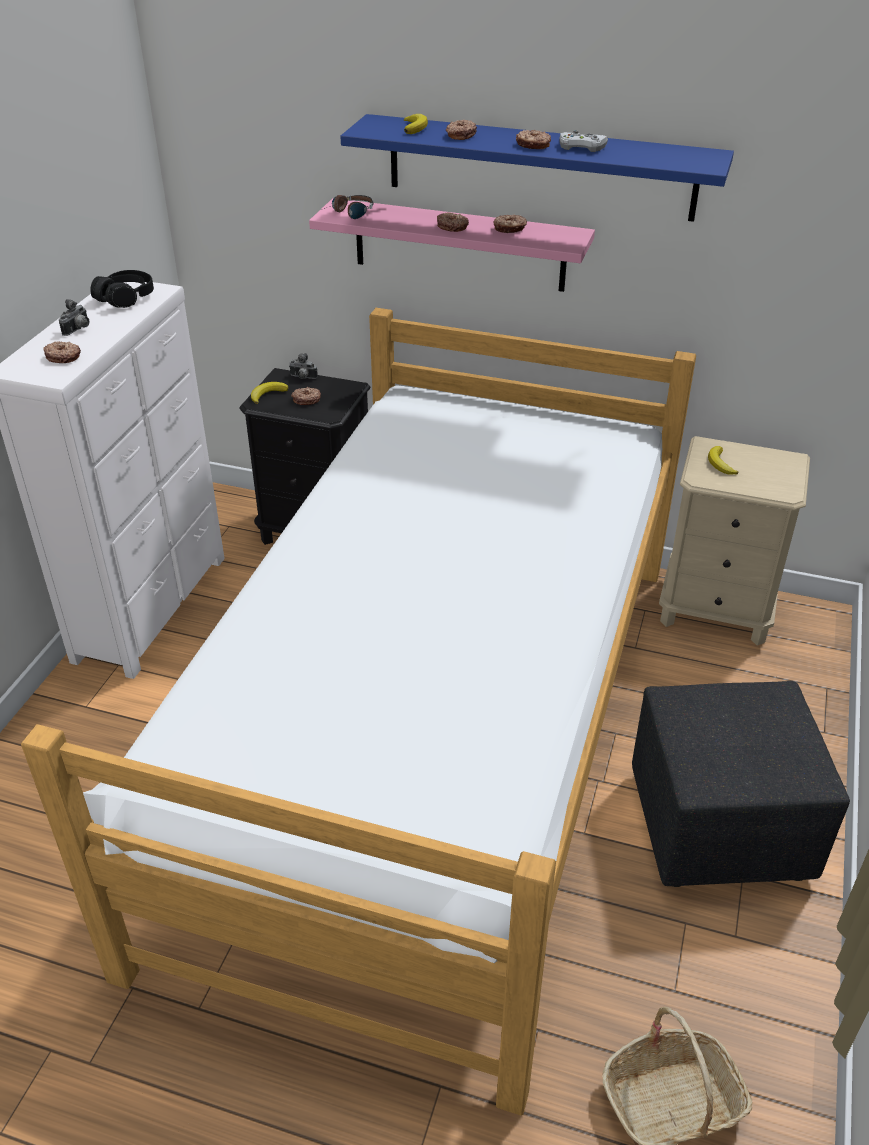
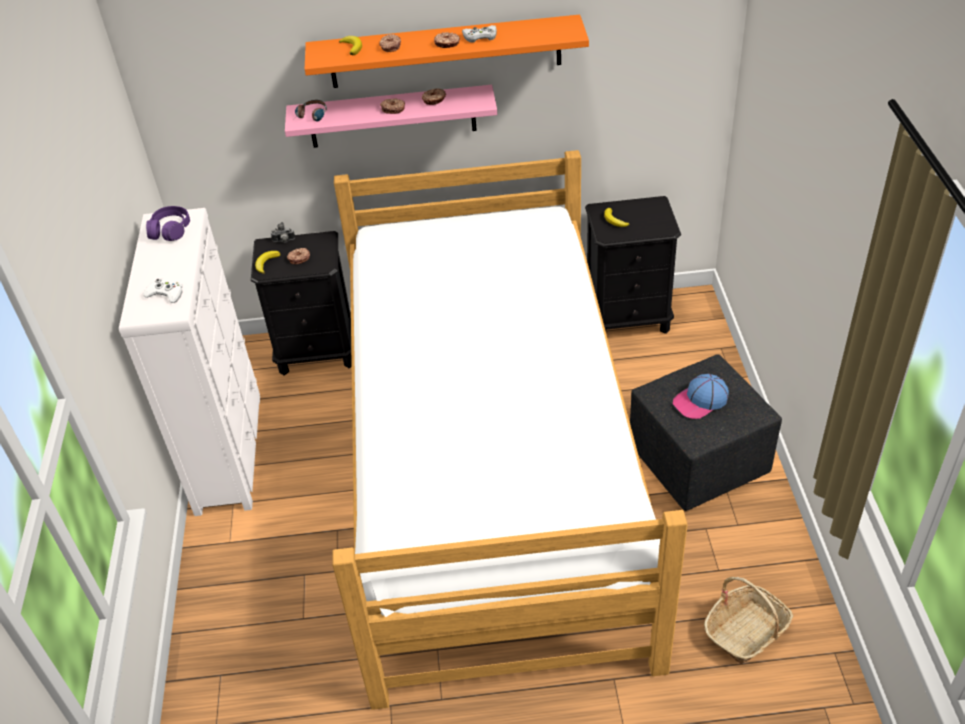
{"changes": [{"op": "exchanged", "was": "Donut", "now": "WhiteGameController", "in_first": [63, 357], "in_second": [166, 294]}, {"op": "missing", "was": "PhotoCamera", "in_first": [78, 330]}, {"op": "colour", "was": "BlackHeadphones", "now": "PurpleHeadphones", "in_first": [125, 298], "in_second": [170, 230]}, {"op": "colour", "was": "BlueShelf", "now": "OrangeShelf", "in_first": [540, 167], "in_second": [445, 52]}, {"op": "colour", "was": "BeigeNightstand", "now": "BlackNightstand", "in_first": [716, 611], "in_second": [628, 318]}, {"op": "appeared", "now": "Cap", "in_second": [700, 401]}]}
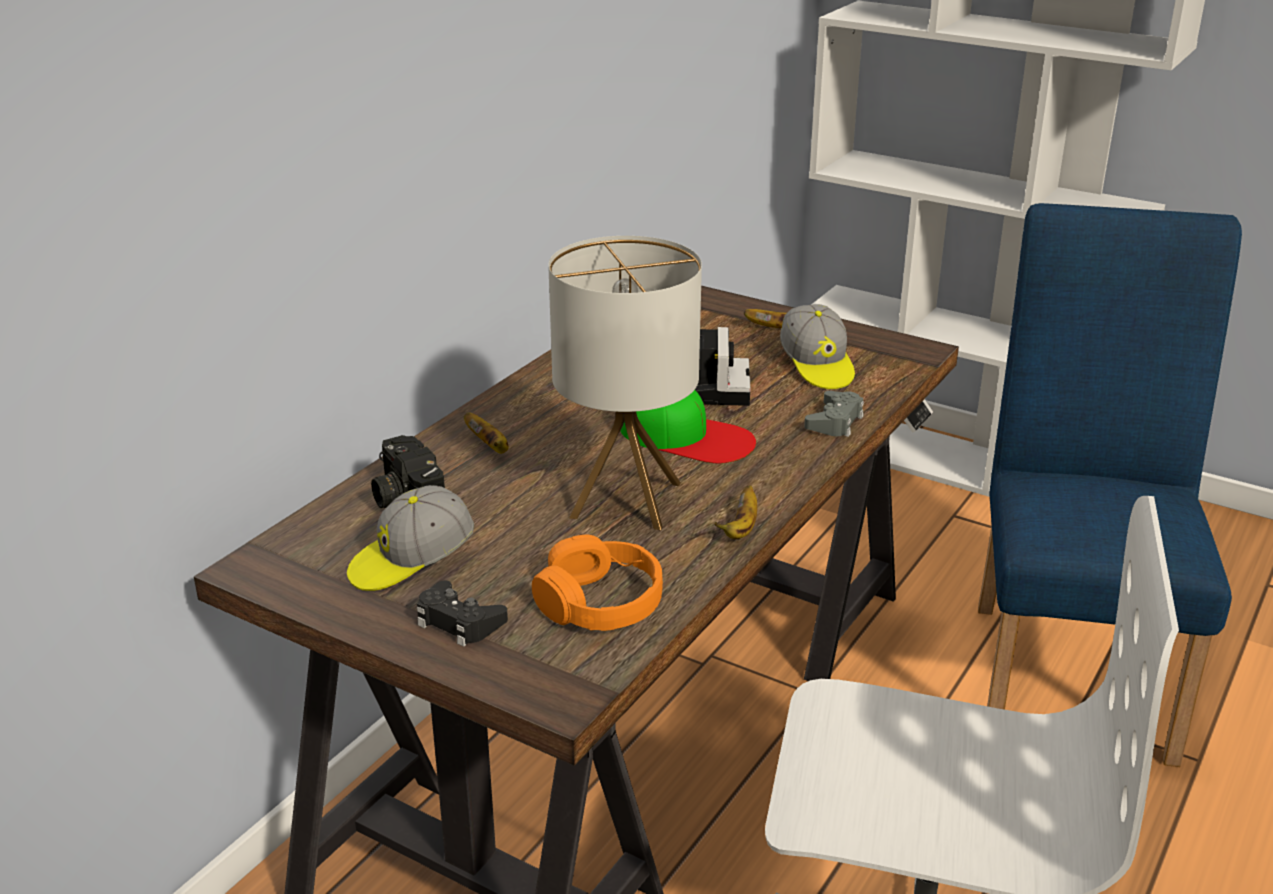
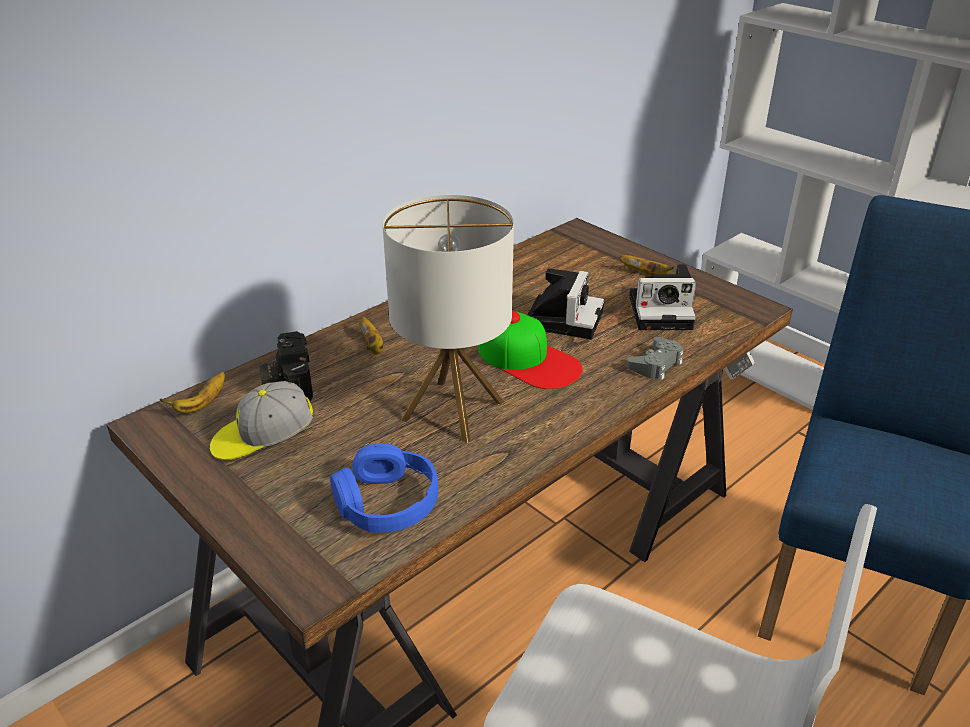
{"changes": [{"op": "missing", "was": "BlackGameController", "in_first": [459, 622]}, {"op": "colour", "was": "OrangeHeadphones", "now": "BlueHeadphones", "in_first": [600, 603], "in_second": [386, 503]}, {"op": "relocated", "was": "Banana", "in_first": [741, 528], "in_second": [201, 404]}, {"op": "exchanged", "was": "Cap", "now": "PhotoCamera", "in_first": [817, 366], "in_second": [663, 311]}]}
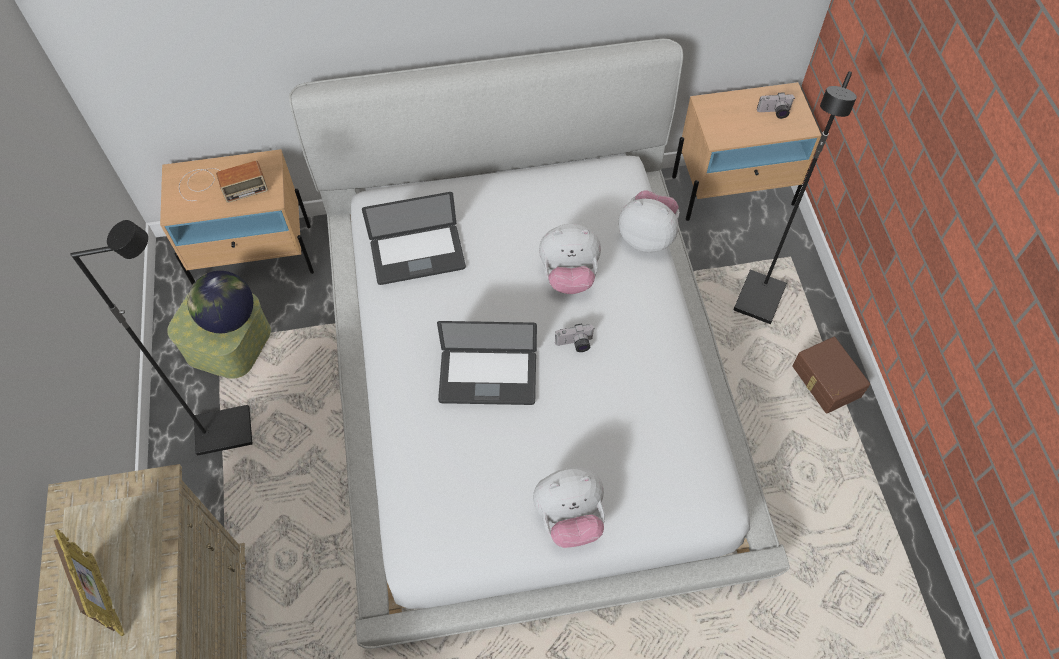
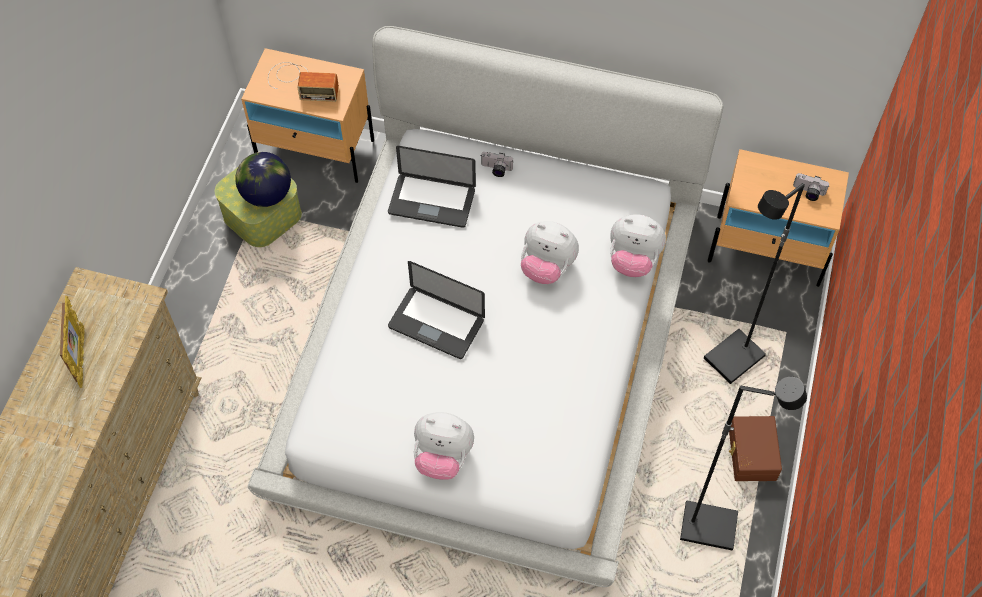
{"changes": [{"op": "relocated", "was": "BlackFloorLamp", "in_first": [225, 430], "in_second": [709, 525]}, {"op": "relocated", "was": "PhotoCamera", "in_first": [575, 344], "in_second": [496, 170]}, {"op": "spun", "was": "PlushToy", "in_first": [647, 237], "in_second": [633, 260], "clockwise": 150}]}
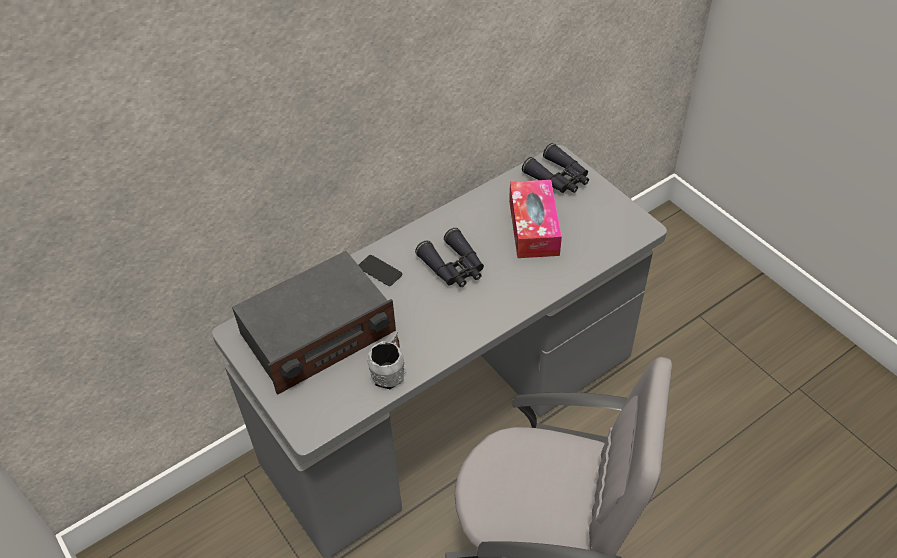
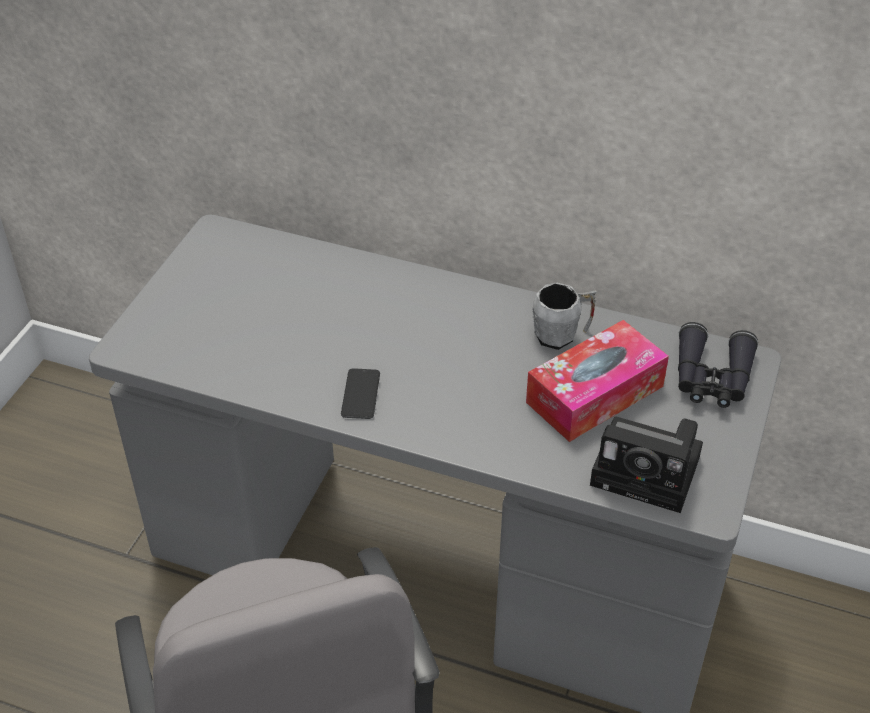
{"changes": [{"op": "missing", "was": "Radio", "in_first": [318, 334]}, {"op": "relocated", "was": "Phone", "in_first": [380, 271], "in_second": [360, 394]}, {"op": "relocated", "was": "GreyMug", "in_first": [390, 373], "in_second": [561, 335]}, {"op": "missing", "was": "BlackBinoculars", "in_first": [453, 267]}, {"op": "appeared", "now": "PhotoCamera", "in_second": [650, 472]}]}
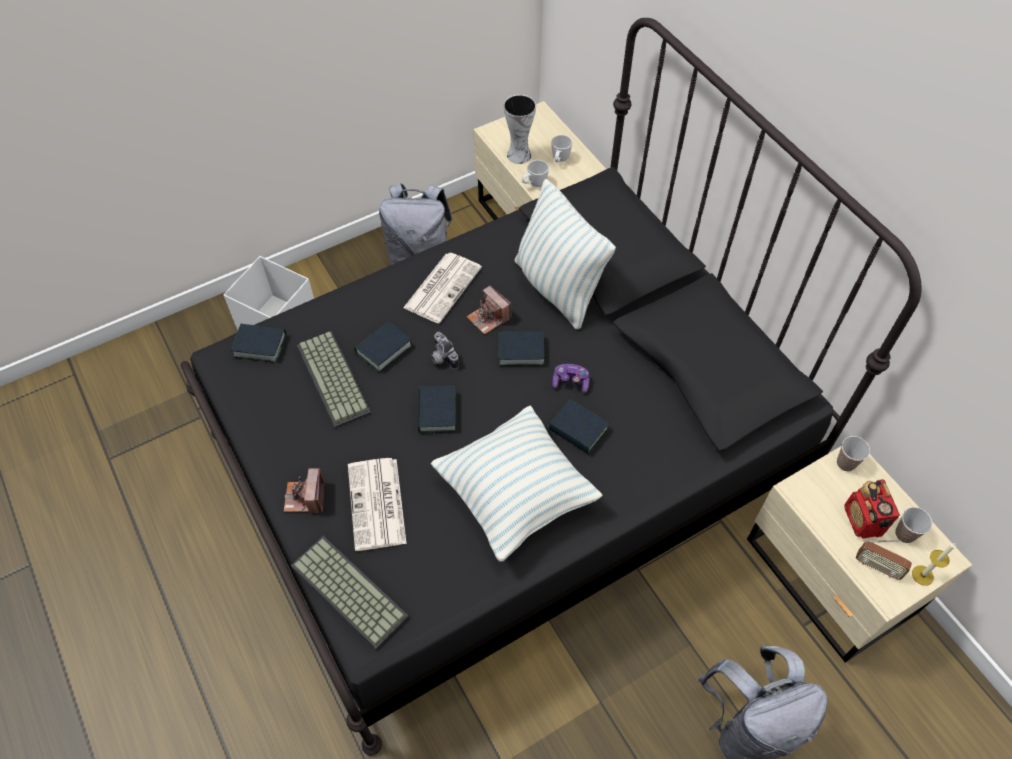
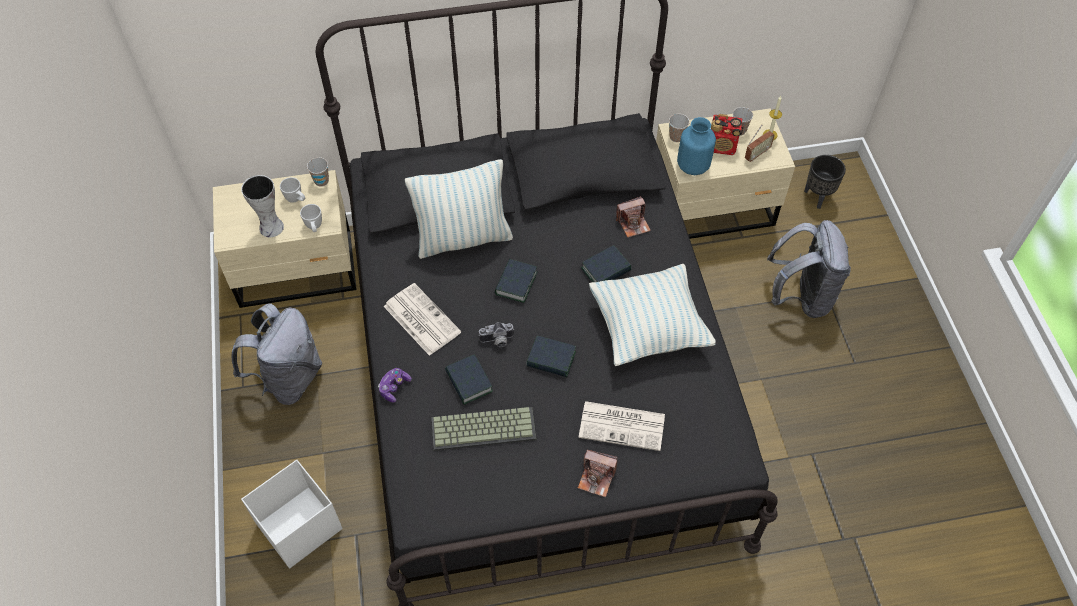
{"changes": [{"op": "missing", "was": "Book", "in_first": [260, 346]}, {"op": "missing", "was": "Keyboard", "in_first": [346, 592]}, {"op": "relocated", "was": "PhotoCamera", "in_first": [489, 318], "in_second": [633, 223]}, {"op": "relocated", "was": "GameController", "in_first": [570, 382], "in_second": [394, 387]}, {"op": "appeared", "now": "Cup", "in_second": [321, 181]}, {"op": "appeared", "now": "BlueVase", "in_second": [693, 166]}, {"op": "appeared", "now": "BlackPlanter", "in_second": [818, 197]}]}
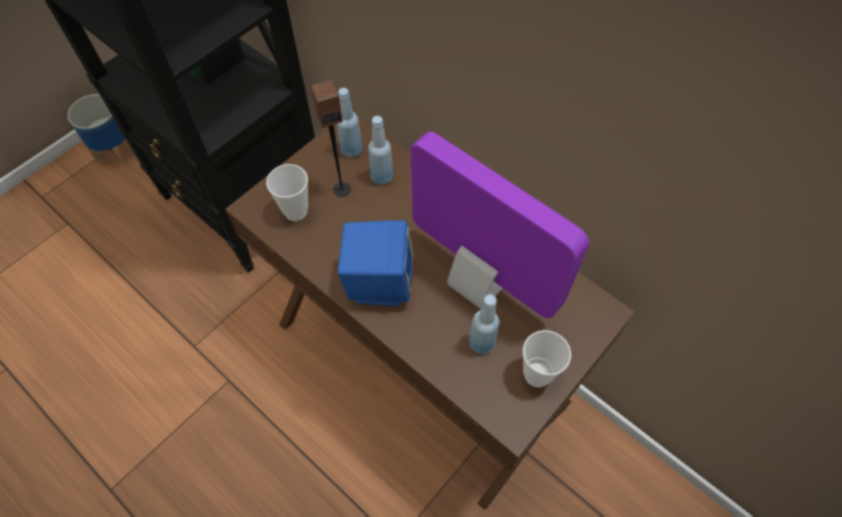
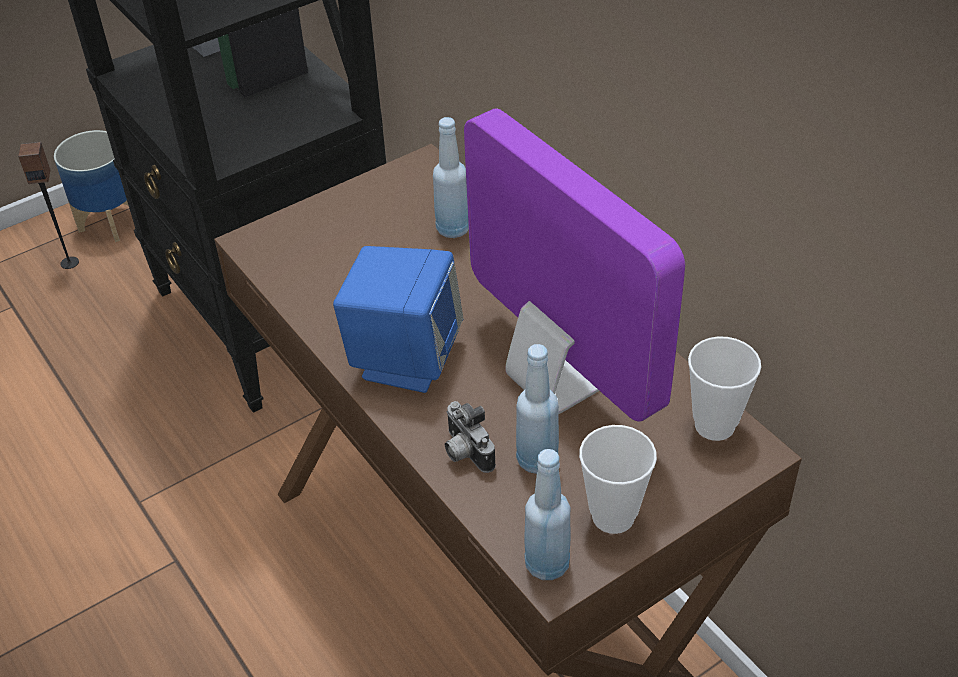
{"changes": [{"op": "relocated", "was": "Cup", "in_first": [296, 211], "in_second": [714, 425]}, {"op": "relocated", "was": "Speaker", "in_first": [341, 189], "in_second": [69, 262]}, {"op": "relocated", "was": "BlueBottle", "in_first": [351, 150], "in_second": [546, 564]}, {"op": "appeared", "now": "PhotoCamera", "in_second": [465, 453]}]}
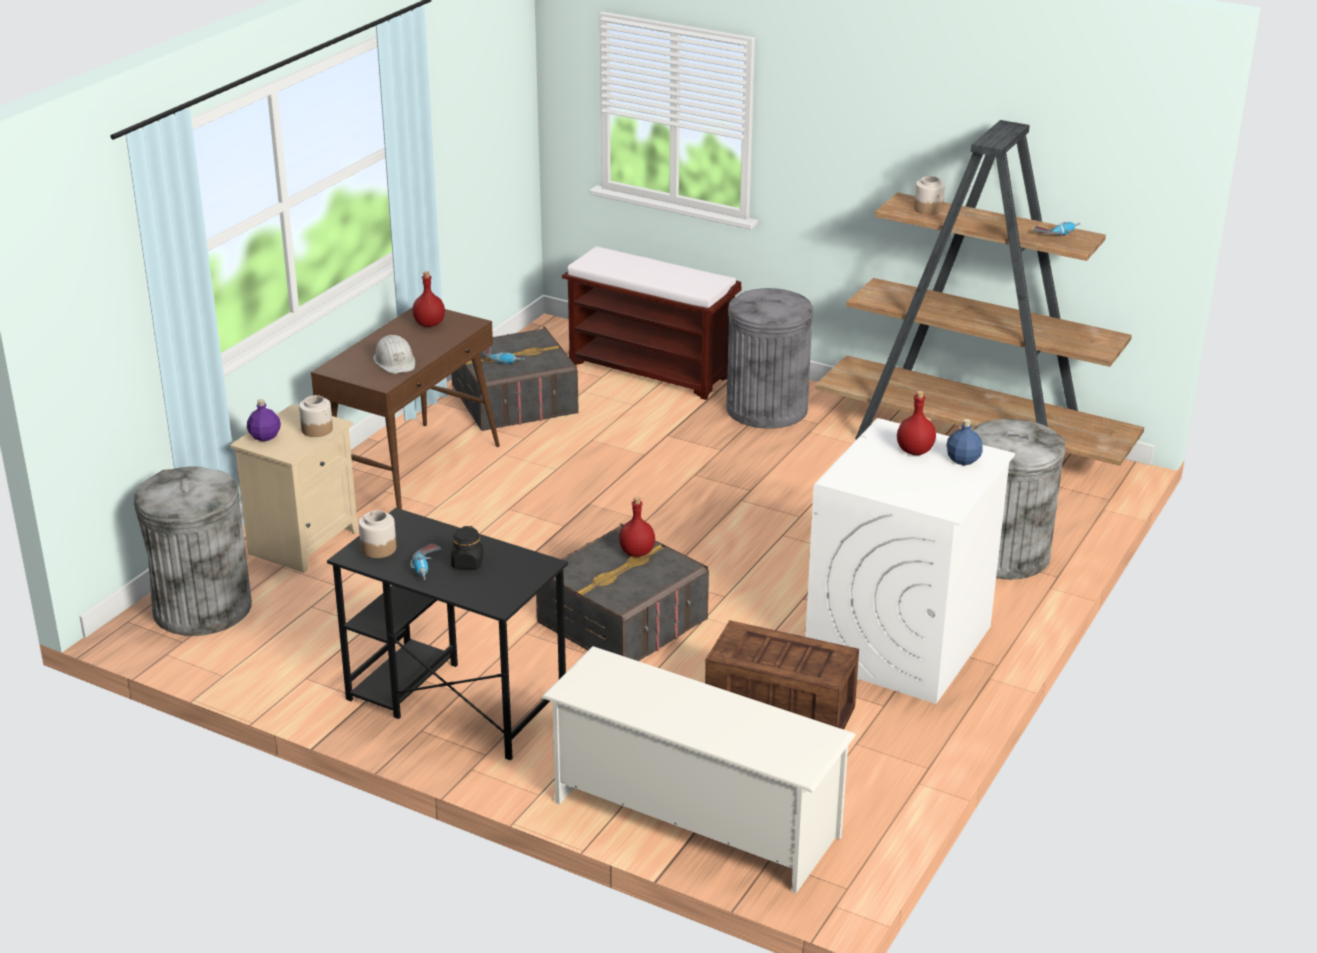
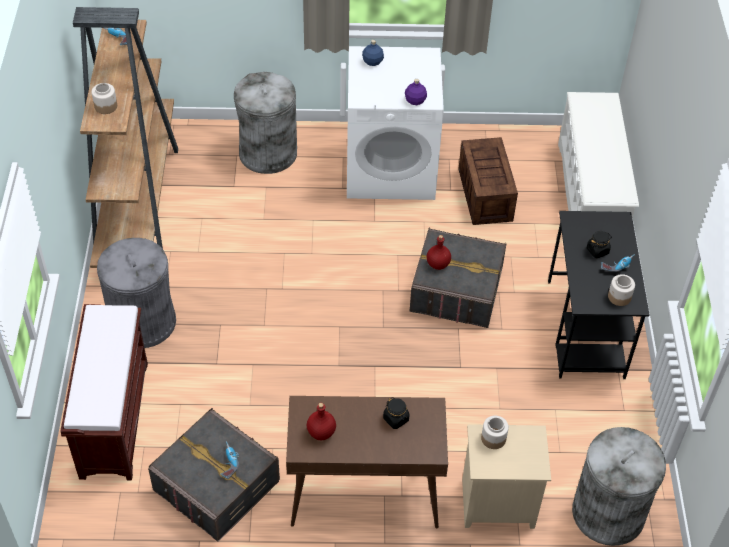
{"changes": [{"op": "relocated", "was": "PurpleBottle", "in_first": [265, 437], "in_second": [415, 100]}, {"op": "exchanged", "was": "WhiteHardHat", "now": "BlackJar", "in_first": [395, 361], "in_second": [396, 419]}, {"op": "missing", "was": "RedBottle", "in_first": [915, 451]}]}
